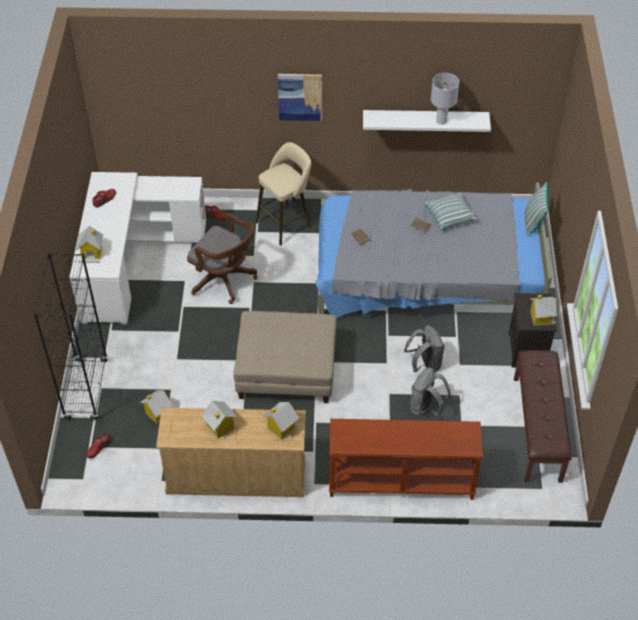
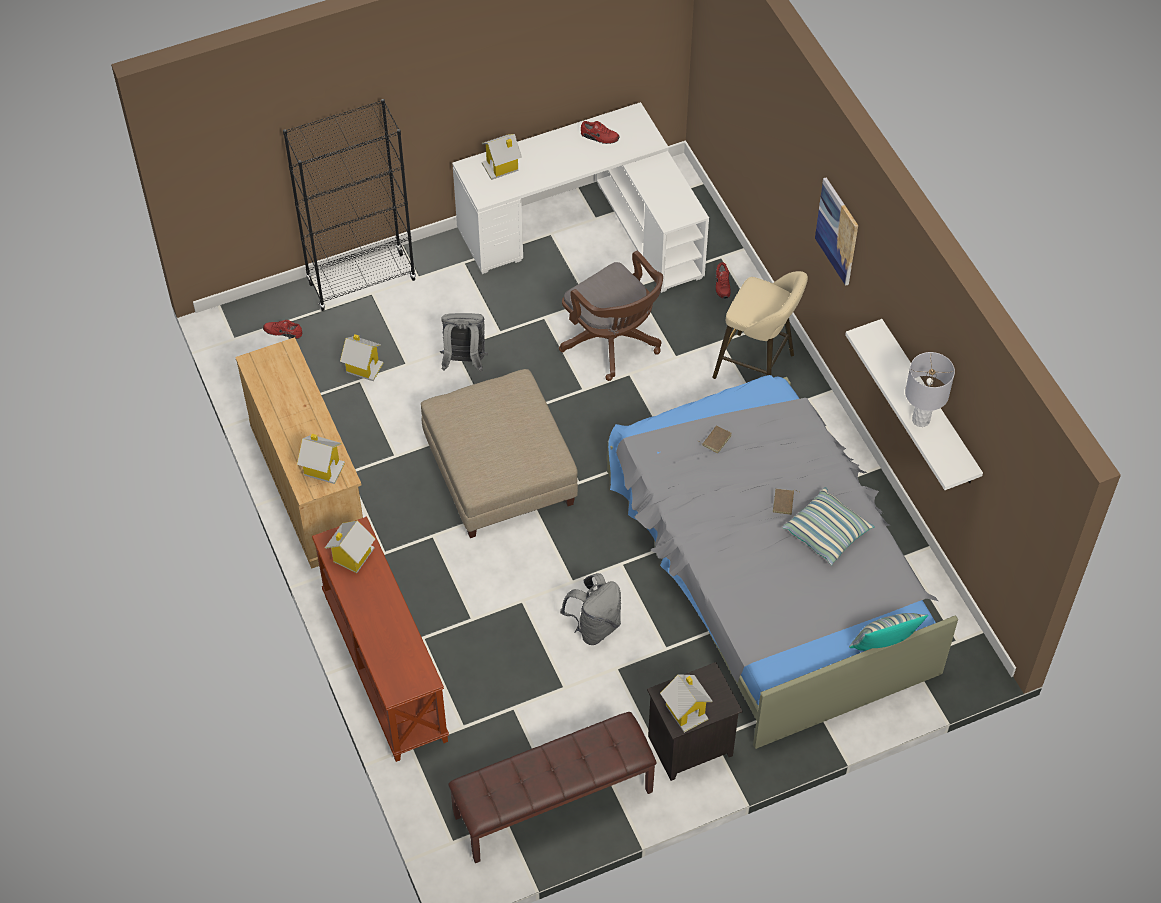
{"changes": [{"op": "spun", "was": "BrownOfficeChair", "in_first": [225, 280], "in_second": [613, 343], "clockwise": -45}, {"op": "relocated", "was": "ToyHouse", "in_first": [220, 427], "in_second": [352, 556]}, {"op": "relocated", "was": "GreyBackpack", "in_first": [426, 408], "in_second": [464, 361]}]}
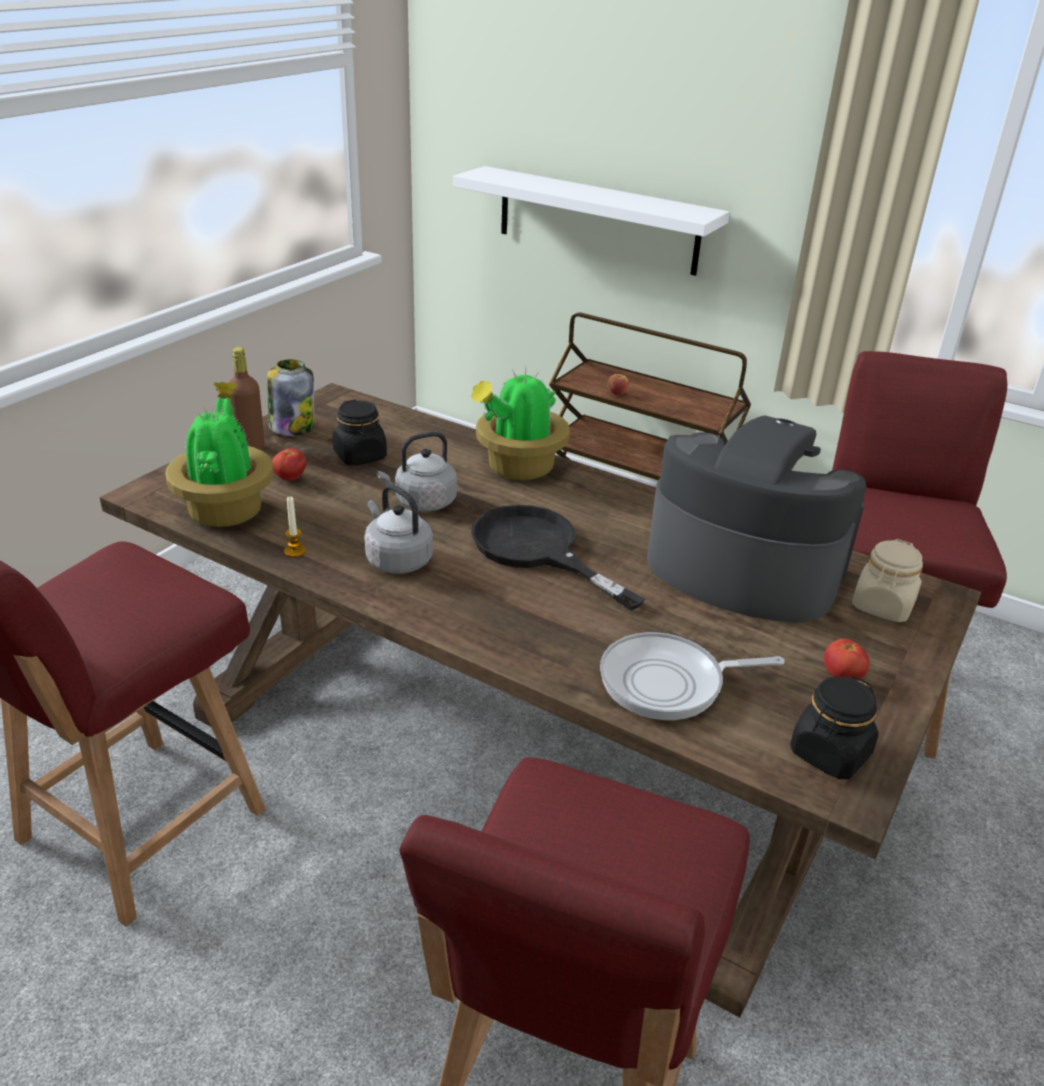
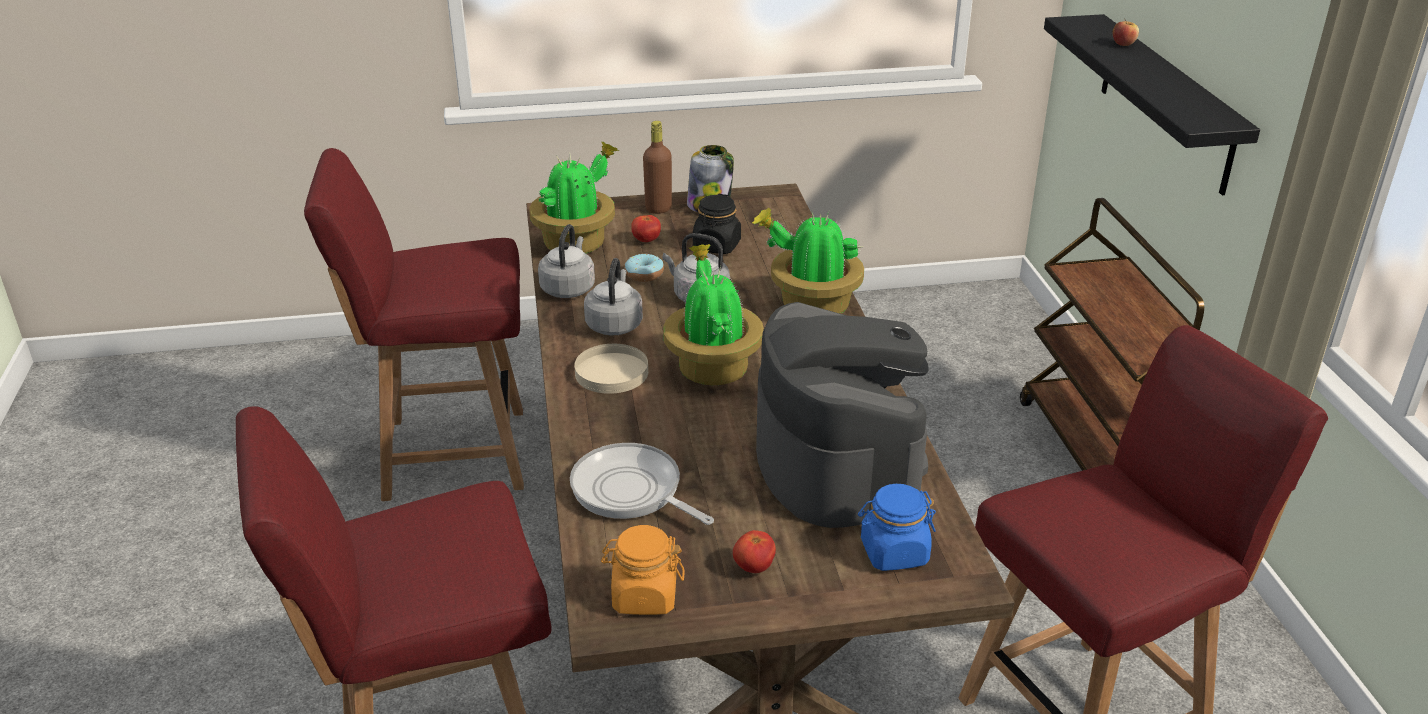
{"changes": [{"op": "exchanged", "was": "Candle", "now": "GreyKettle", "in_first": [295, 551], "in_second": [568, 288]}, {"op": "colour", "was": "WhiteShelf", "now": "BlackShelf", "in_first": [597, 220], "in_second": [1166, 102]}, {"op": "exchanged", "was": "BlackFryingPan", "now": "PottedPlant", "in_first": [537, 550], "in_second": [712, 366]}, {"op": "relocated", "was": "Apple", "in_first": [617, 393], "in_second": [1123, 44]}, {"op": "colour", "was": "BlackJar", "now": "OrangeJar", "in_first": [829, 754], "in_second": [644, 596]}, {"op": "colour", "was": "BeigeJar", "now": "BlueJar", "in_first": [882, 606], "in_second": [893, 553]}, {"op": "appeared", "now": "BeigePlate", "in_second": [611, 373]}, {"op": "appeared", "now": "Donut", "in_second": [644, 274]}]}
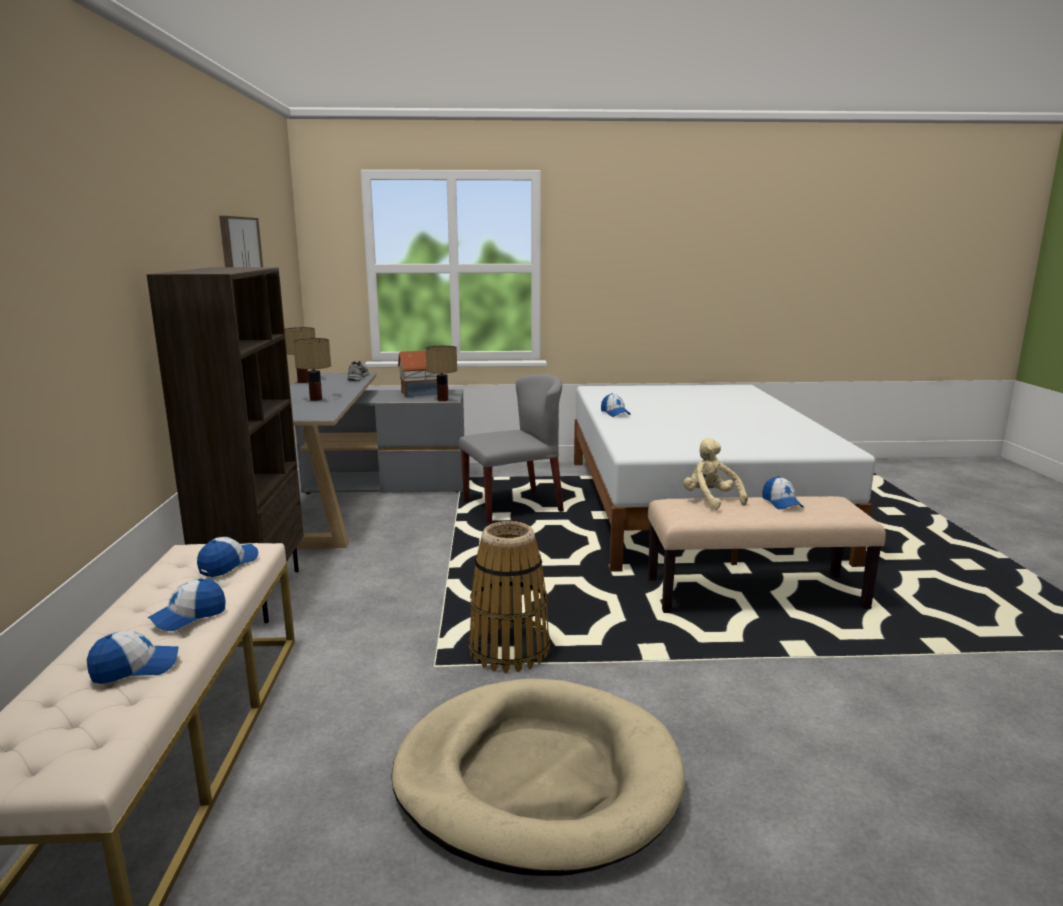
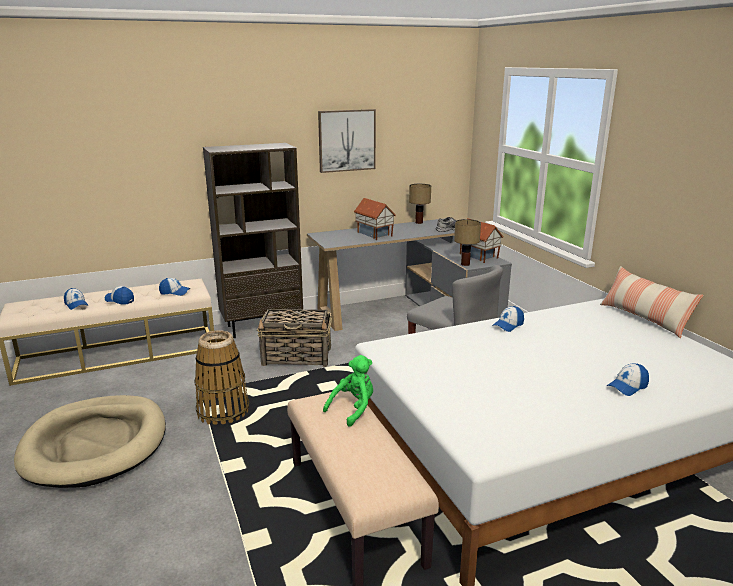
{"changes": [{"op": "exchanged", "was": "TableLamp", "now": "ToyHouse", "in_first": [316, 399], "in_second": [373, 234]}, {"op": "colour", "was": "BeigePlushToy", "now": "GreenPlushToy", "in_first": [710, 500], "in_second": [353, 409]}, {"op": "relocated", "was": "Cap", "in_first": [781, 503], "in_second": [627, 386]}, {"op": "appeared", "now": "Basket", "in_second": [297, 357]}, {"op": "appeared", "now": "Pillow", "in_second": [644, 318]}]}
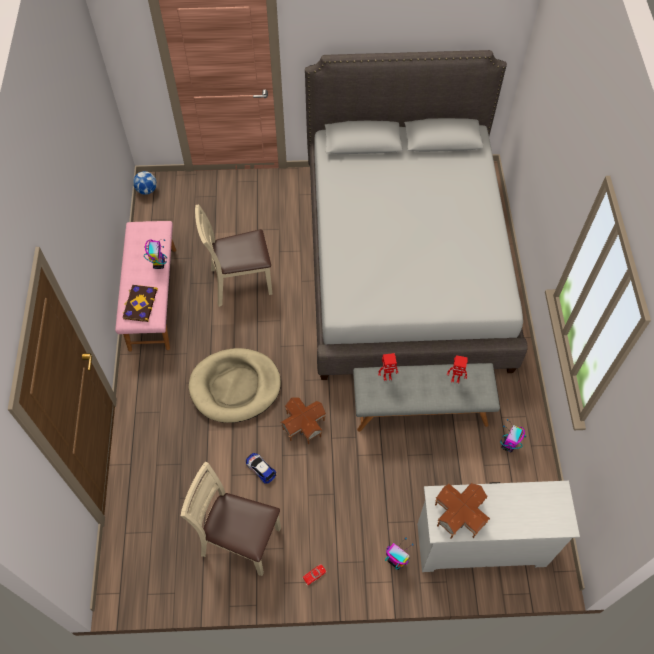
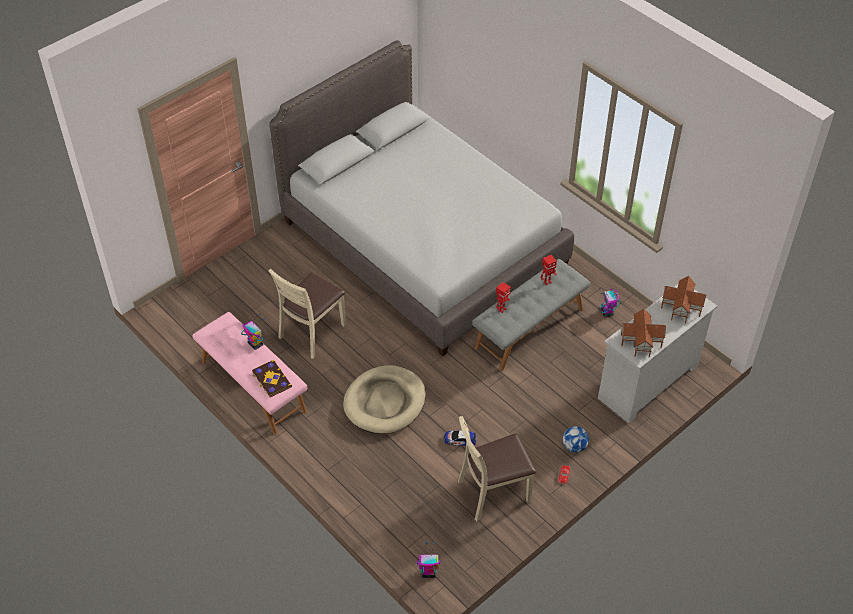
{"changes": [{"op": "relocated", "was": "Football", "in_first": [146, 190], "in_second": [574, 446]}, {"op": "relocated", "was": "ToyHouse", "in_first": [303, 425], "in_second": [681, 308]}, {"op": "relocated", "was": "ToyRobot", "in_first": [396, 561], "in_second": [428, 573]}]}
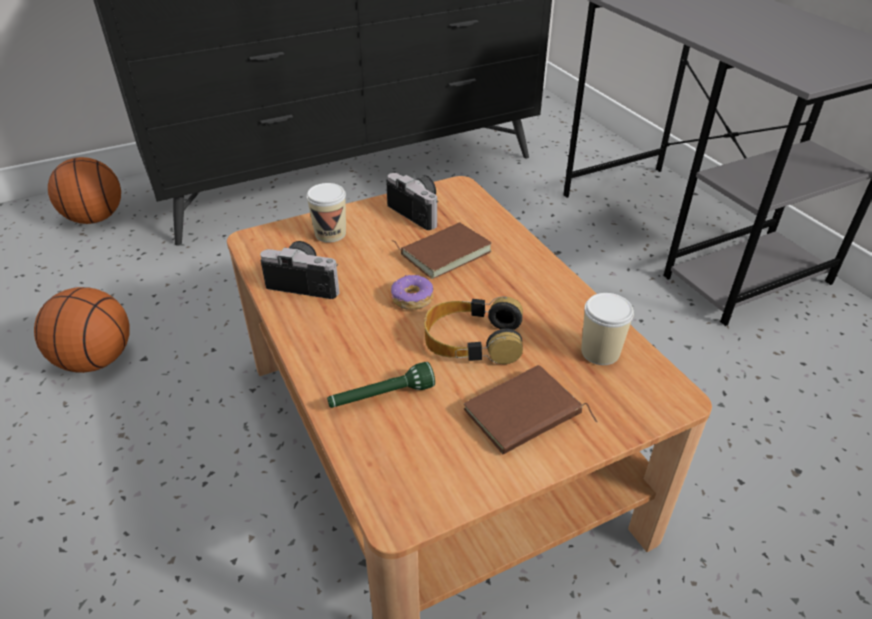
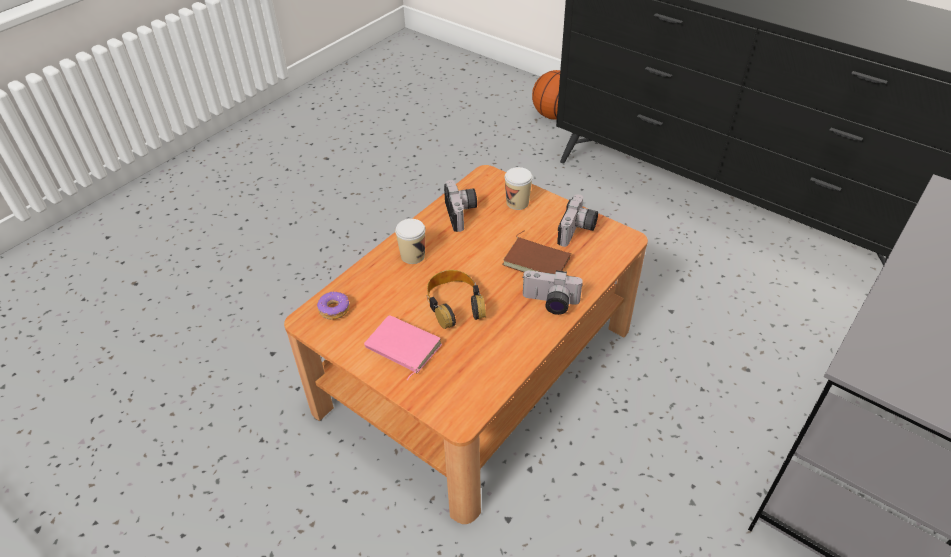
{"changes": [{"op": "missing", "was": "Basketball", "in_first": [96, 360]}, {"op": "missing", "was": "GreenFlashlight", "in_first": [381, 397]}, {"op": "relocated", "was": "Donut", "in_first": [411, 298], "in_second": [334, 309]}, {"op": "colour", "was": "BrownBook", "now": "PinkBook", "in_first": [524, 415], "in_second": [401, 348]}, {"op": "relocated", "was": "Cup", "in_first": [600, 352], "in_second": [413, 256]}, {"op": "appeared", "now": "PhotoCamera", "in_second": [550, 303]}]}
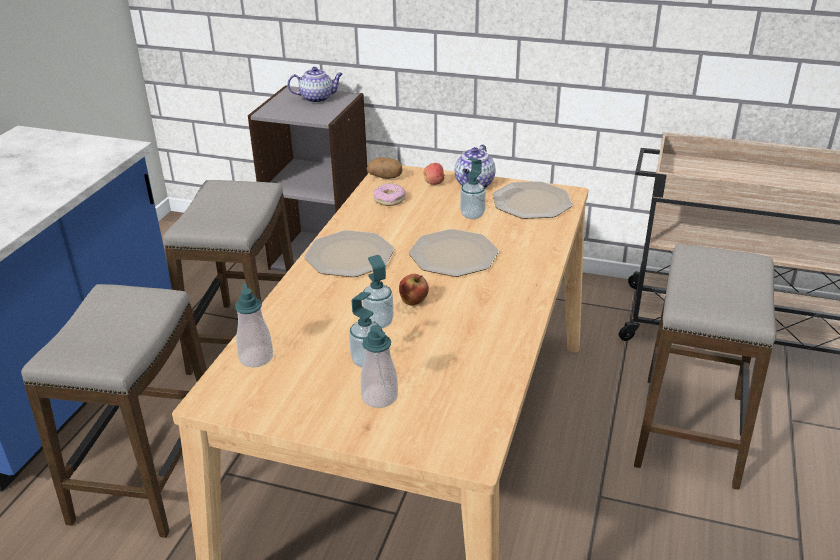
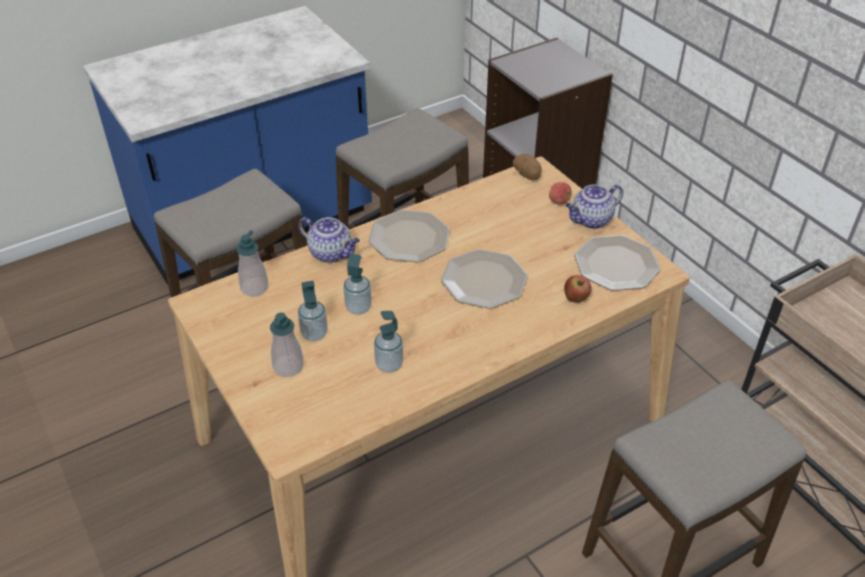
{"changes": [{"op": "relocated", "was": "Teapot", "in_first": [317, 98], "in_second": [332, 253]}, {"op": "missing", "was": "Donut", "in_first": [389, 199]}, {"op": "relocated", "was": "Apple", "in_first": [414, 302], "in_second": [576, 299]}, {"op": "relocated", "was": "SoapDispenser", "in_first": [472, 215], "in_second": [389, 364]}]}
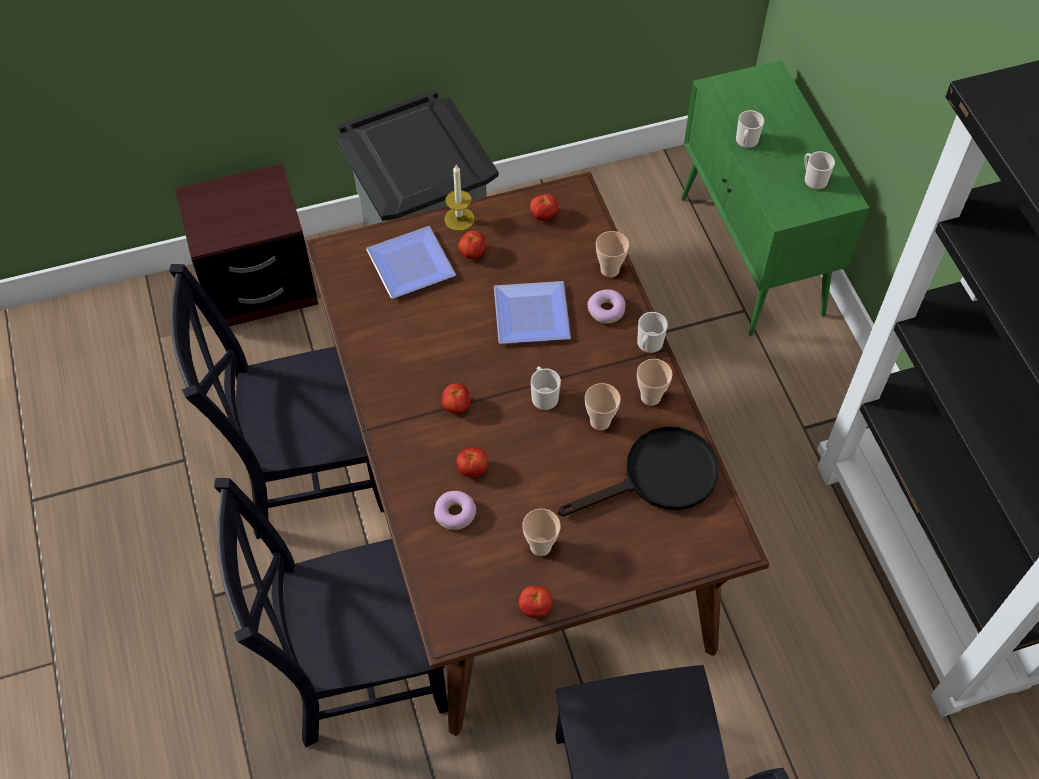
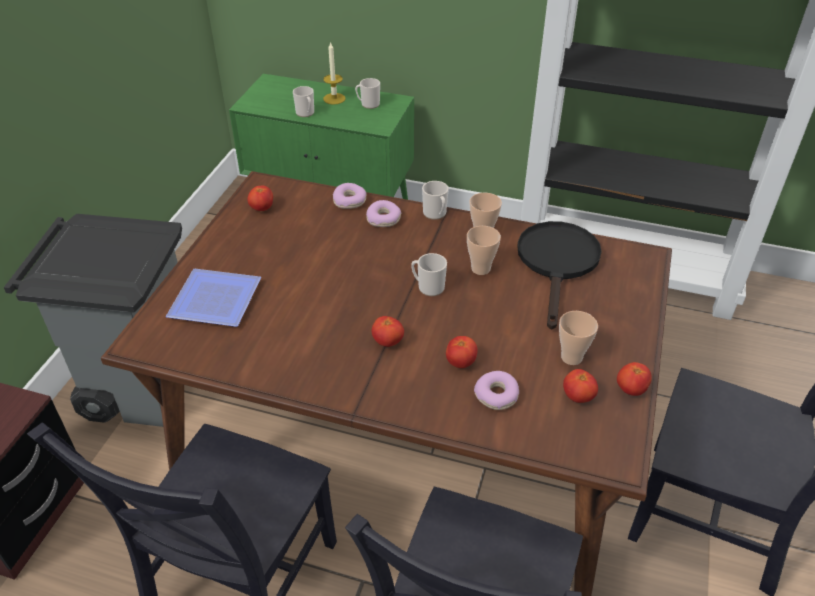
{"changes": [{"op": "relocated", "was": "Candle", "in_first": [459, 219], "in_second": [334, 98]}, {"op": "relocated", "was": "Tomato", "in_first": [472, 253], "in_second": [578, 397]}, {"op": "missing", "was": "Plate", "in_first": [534, 313]}, {"op": "exchanged", "was": "Cup", "now": "Donut", "in_first": [609, 270], "in_second": [350, 201]}]}
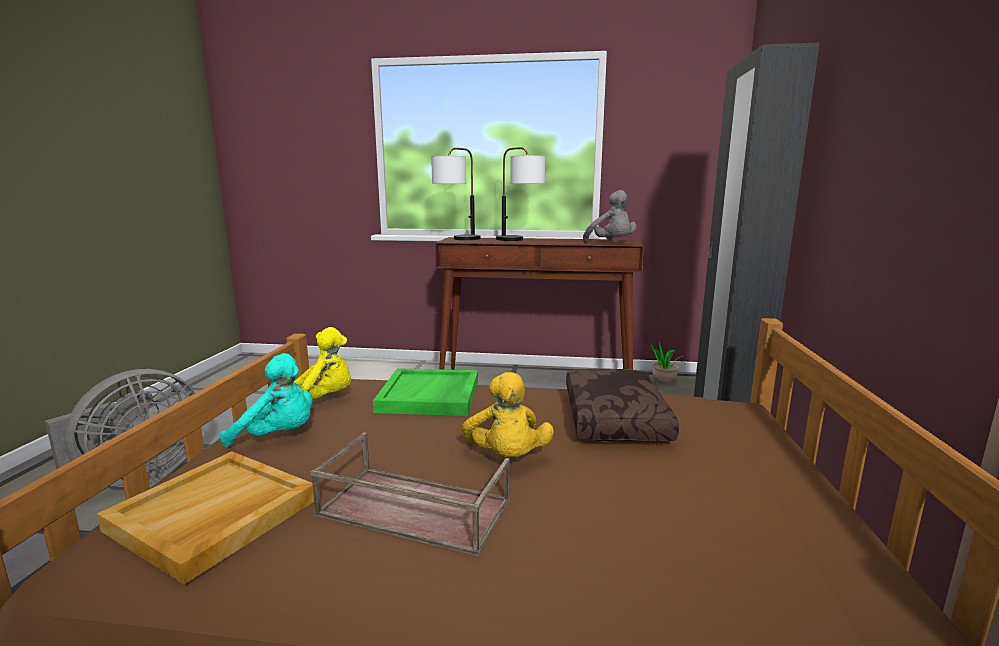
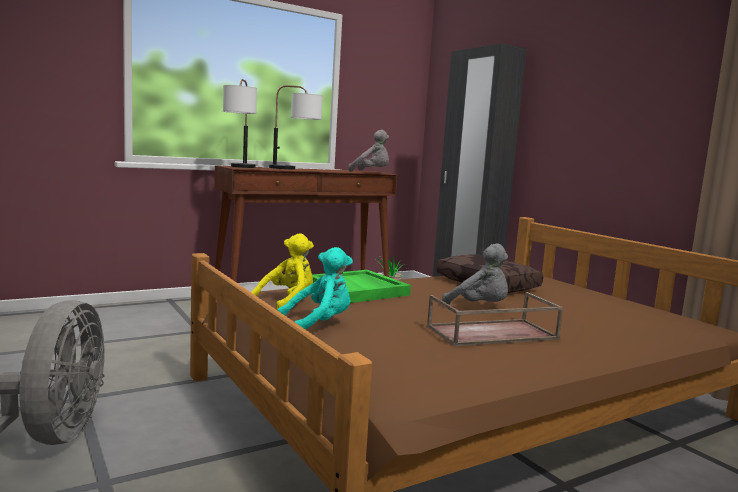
{"changes": [{"op": "missing", "was": "BeigeTray", "in_first": [213, 516]}, {"op": "colour", "was": "YellowPlushToy", "now": "GreyPlushToy", "in_first": [507, 457], "in_second": [480, 307]}]}
